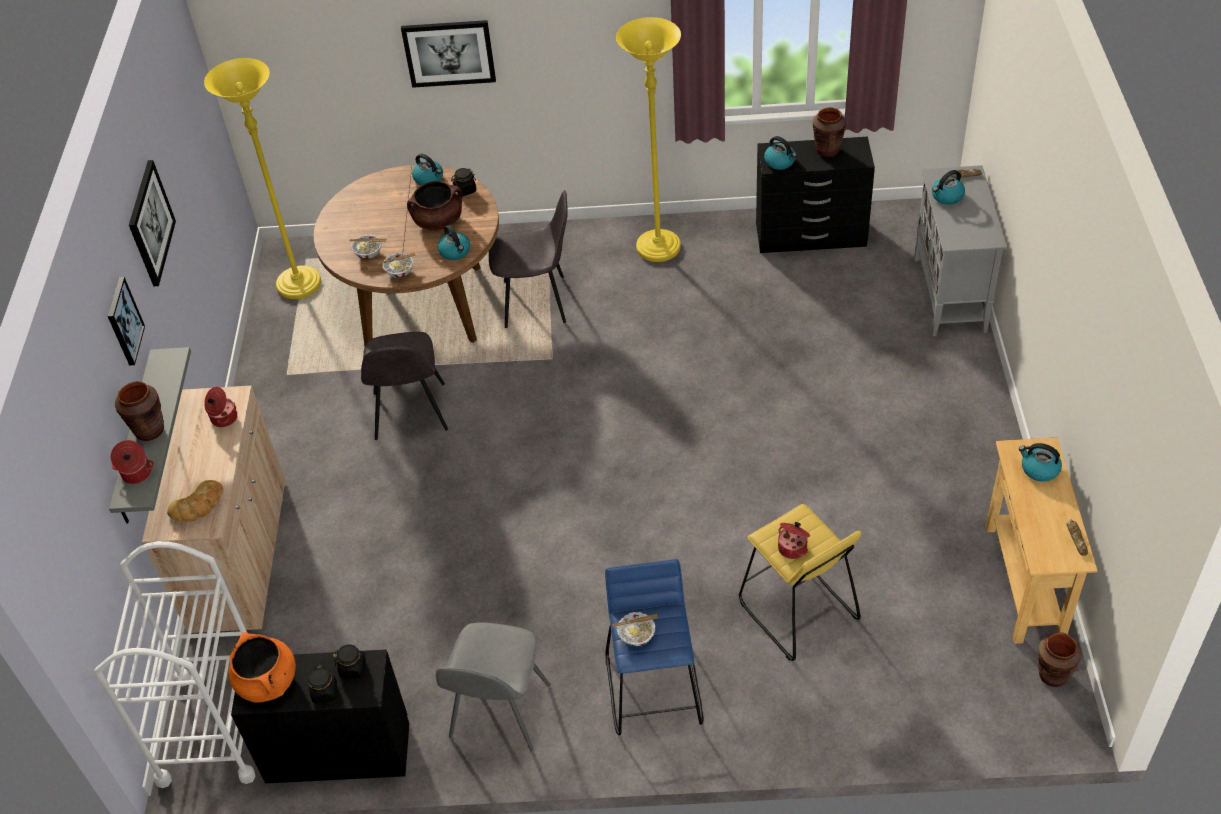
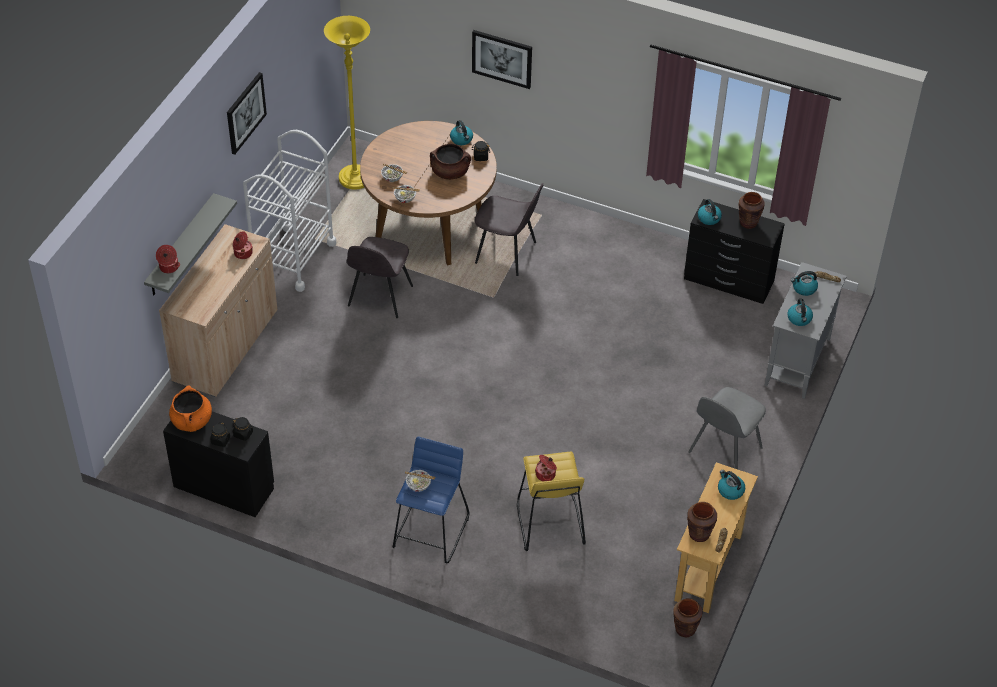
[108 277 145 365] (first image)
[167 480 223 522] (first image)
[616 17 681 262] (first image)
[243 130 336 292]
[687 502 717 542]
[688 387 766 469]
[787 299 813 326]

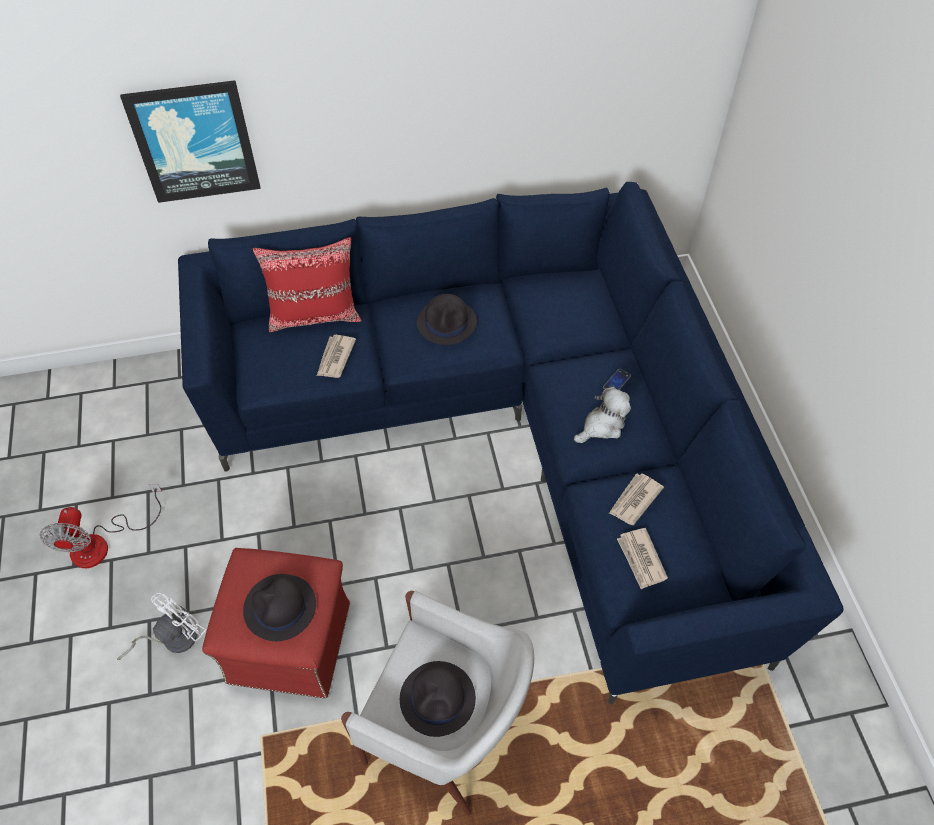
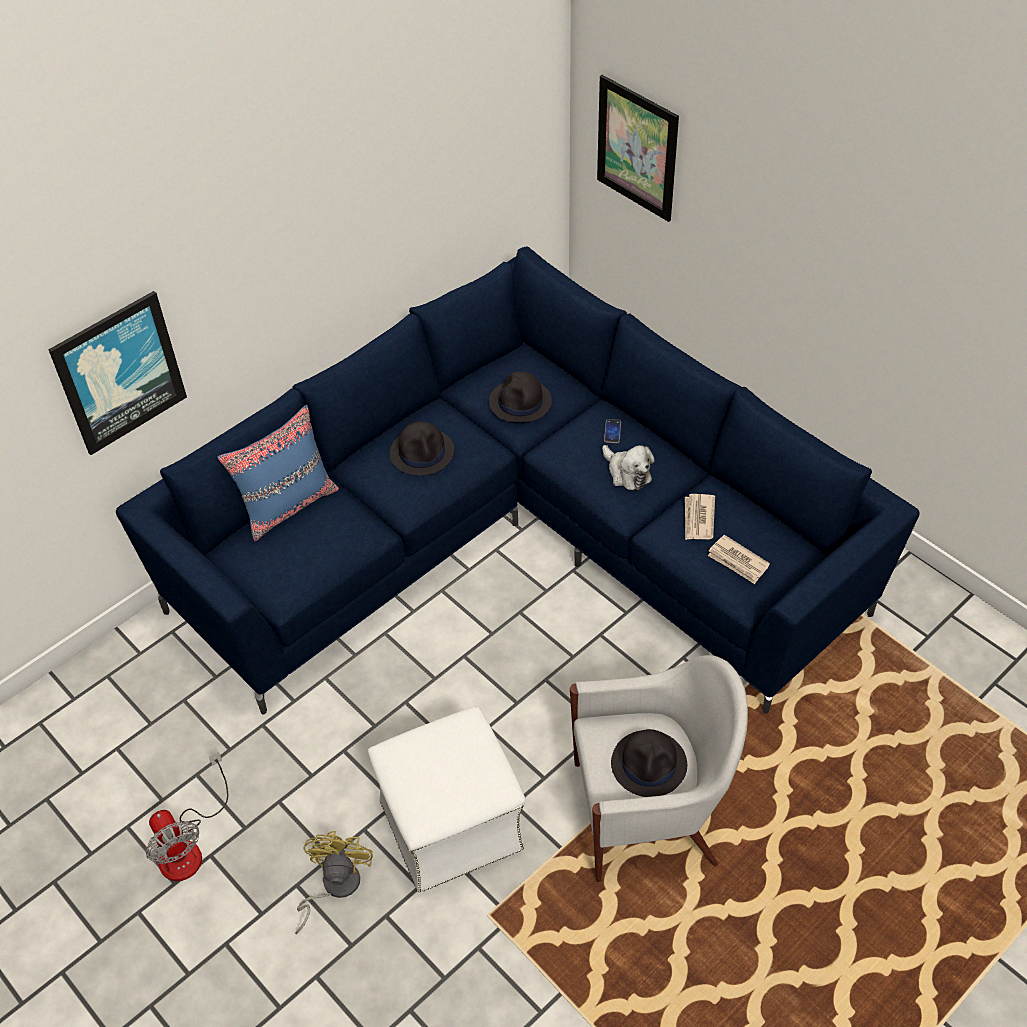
[317 335 356 378] (first image)
[597 75 679 222]
[489 371 552 422]
[295 831 373 934]
[368 706 525 892]
[217 405 339 541]
[602 445 655 490]

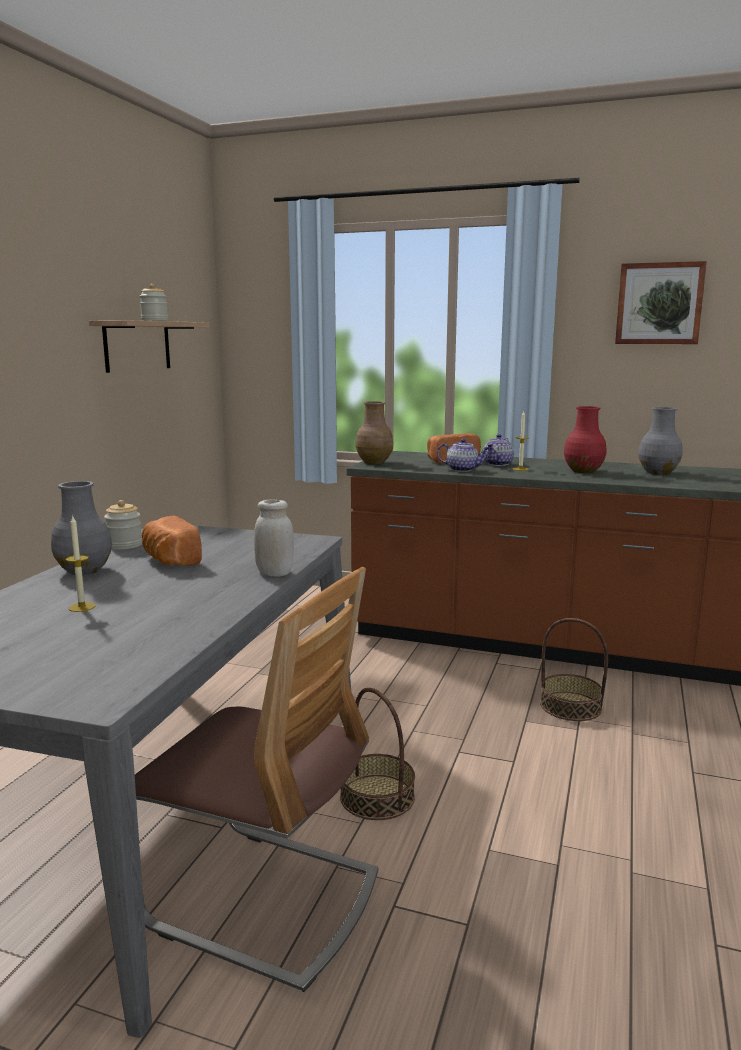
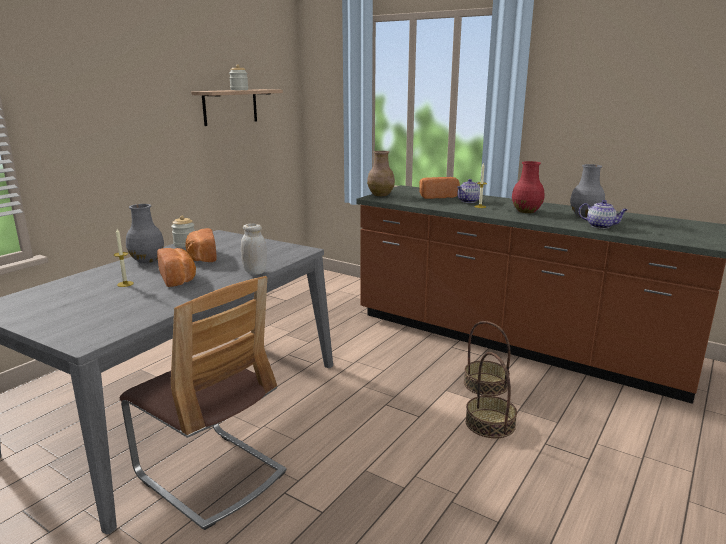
[615 261 707 344] (first image)
[157 248 196 287]
[465 352 517 438]
[579 200 628 229]

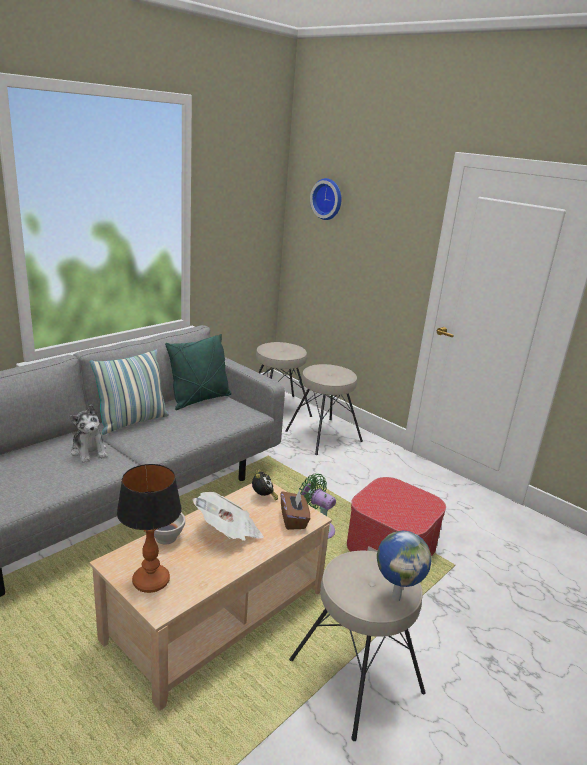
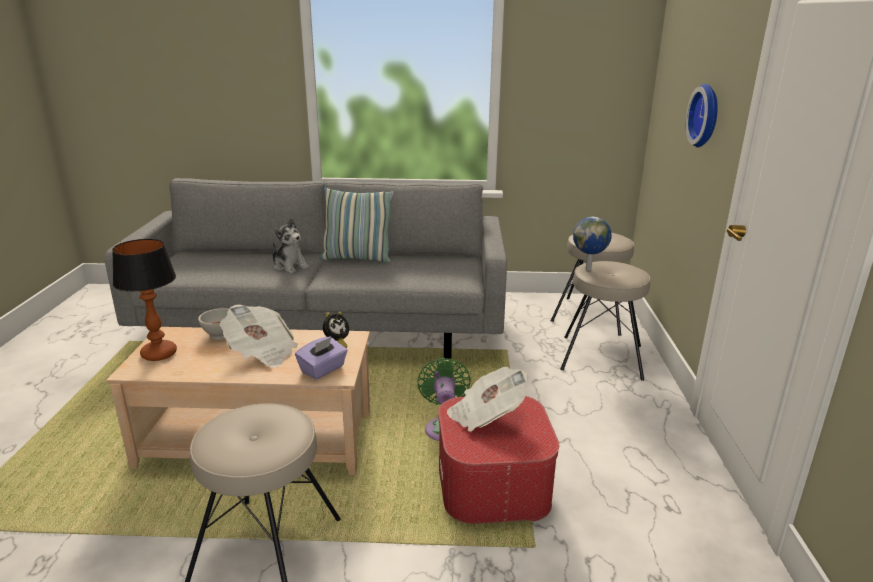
[165 334 232 410] (first image)
[447 367 528 432]
[686 84 718 147]
[573 217 612 270]
[295 337 348 379]
[273 218 309 273]

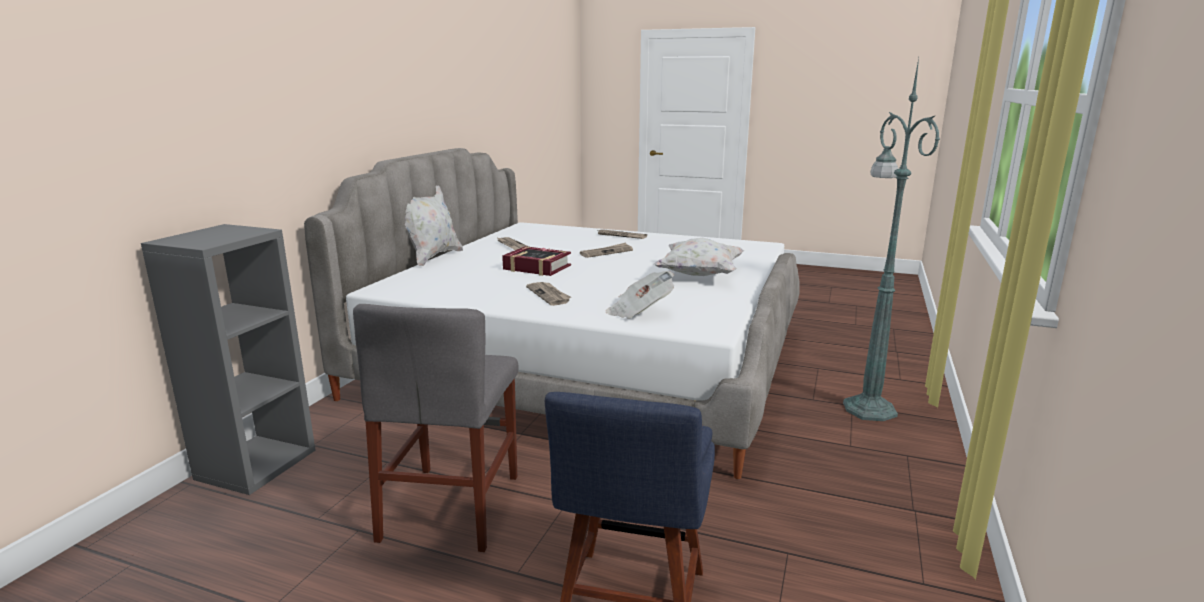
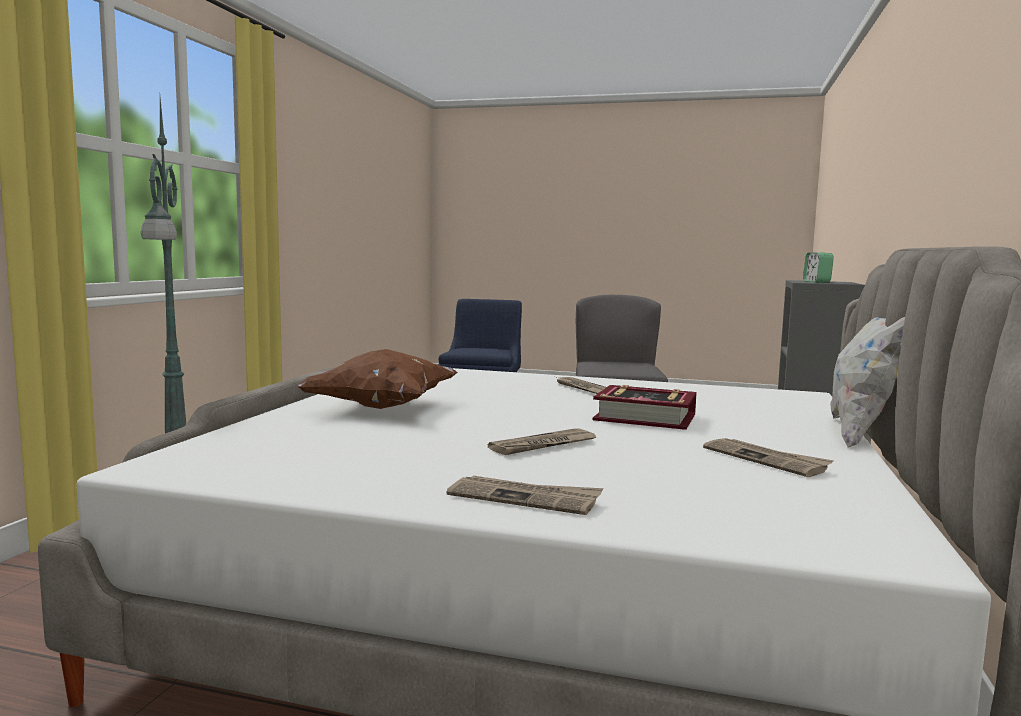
[606 271 674 319] (first image)
[803 252 834 283]
[298 349 458 409]

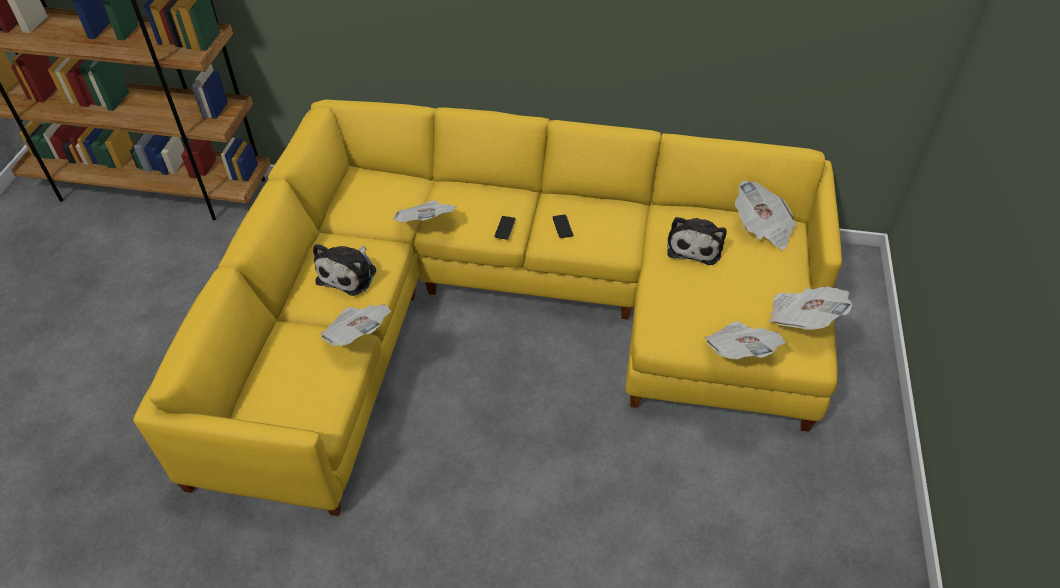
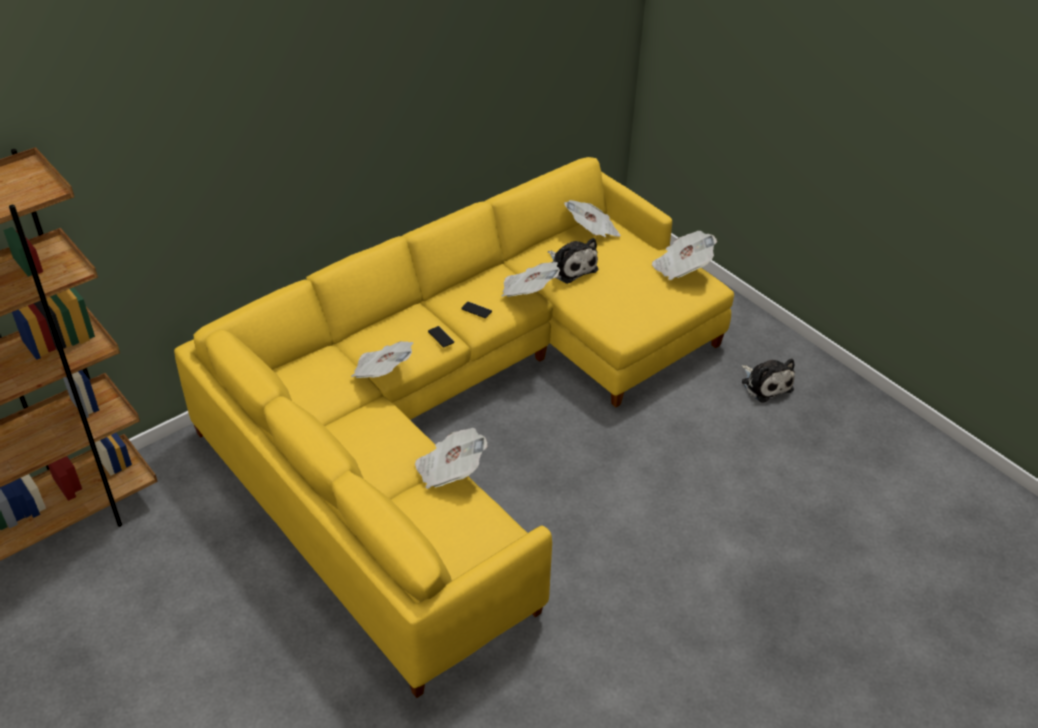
[742 359 795 403]
[501 262 560 297]

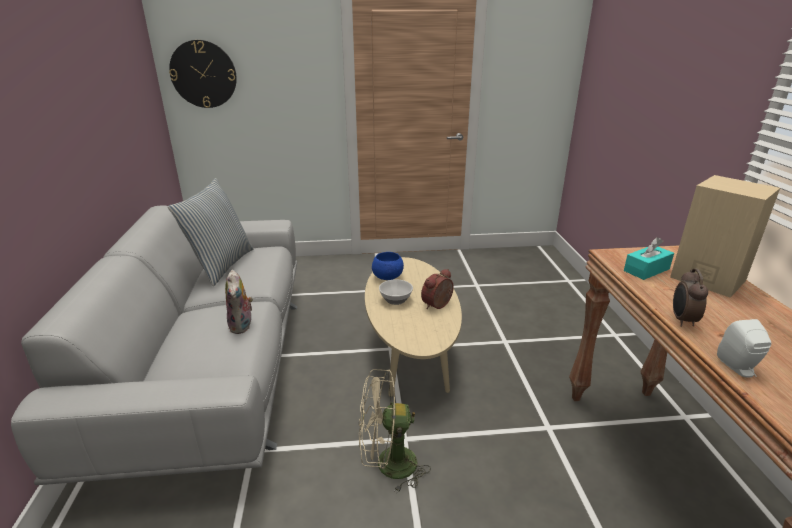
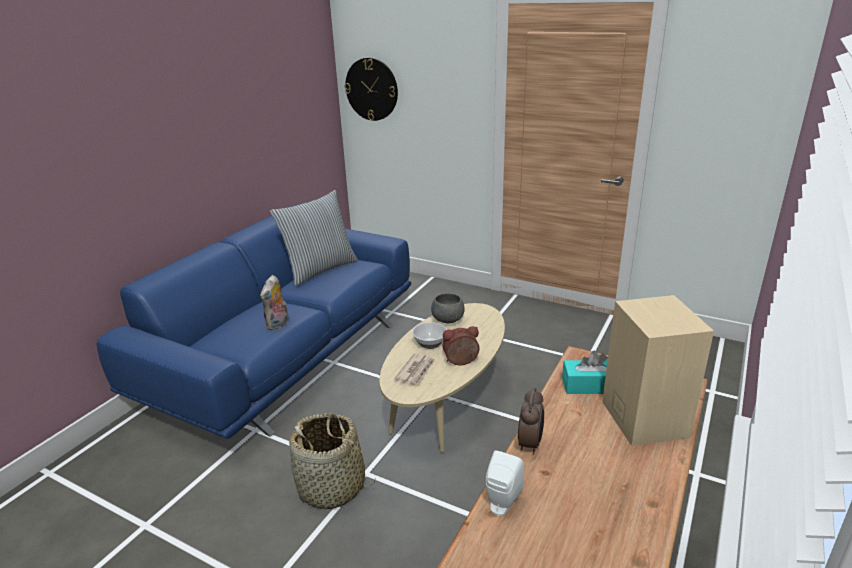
[394 353 435 385]
[289 413 376 509]
[97 206 411 439]
[431 293 465 324]
[518 388 544 454]

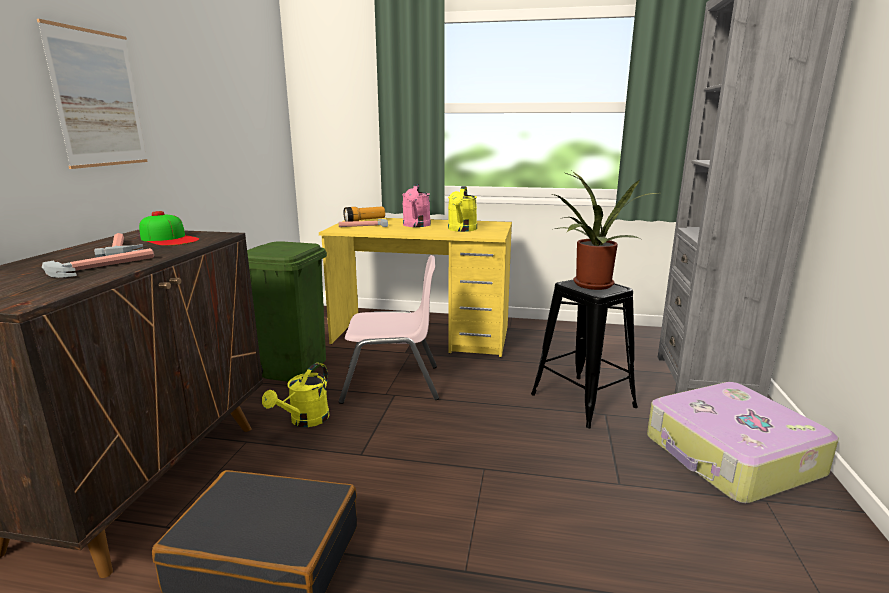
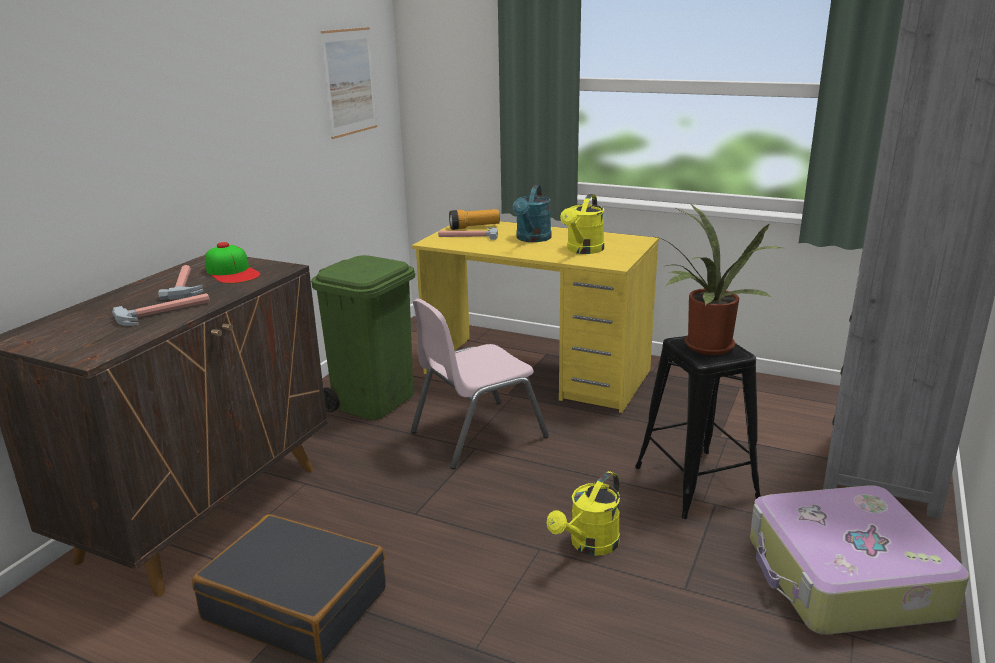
[321 27 377 139]
[547 471 620 556]
[512 185 552 242]
[411 299 549 469]

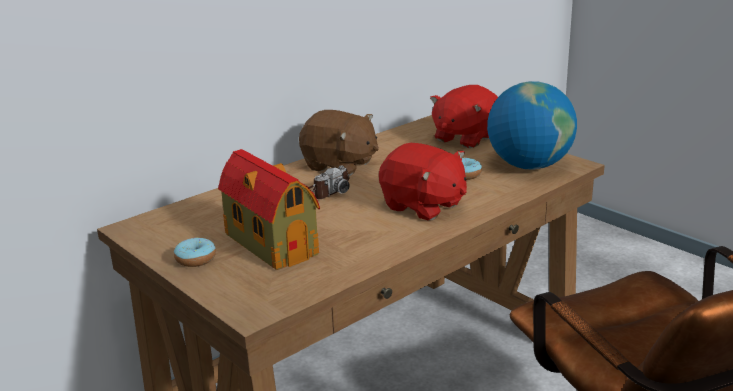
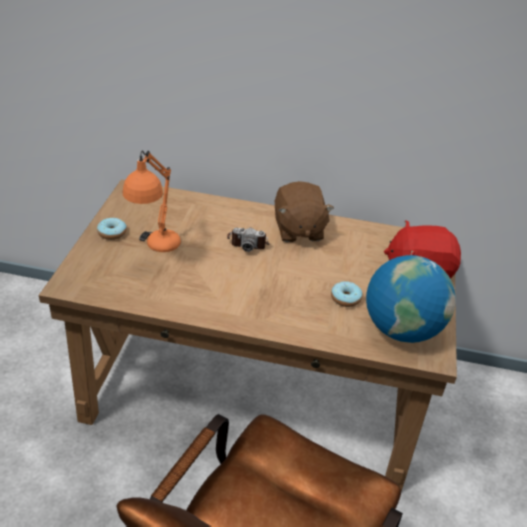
[379 143 467 220] (first image)
[123 150 181 252]

